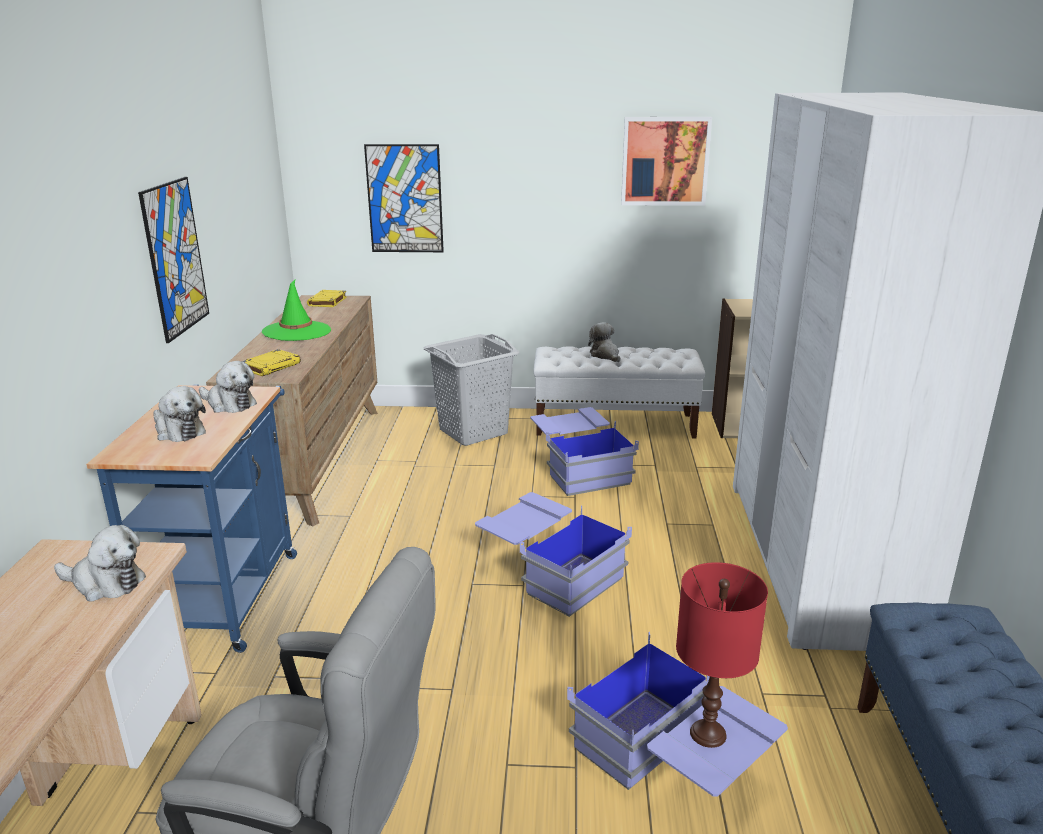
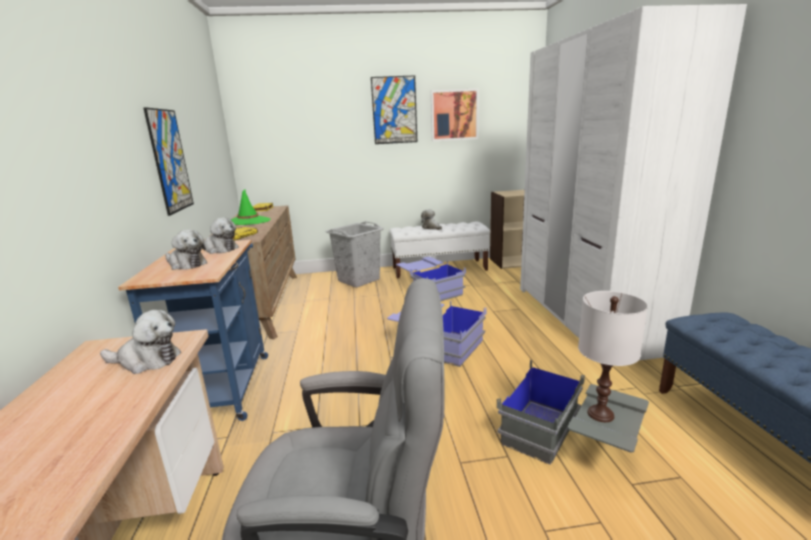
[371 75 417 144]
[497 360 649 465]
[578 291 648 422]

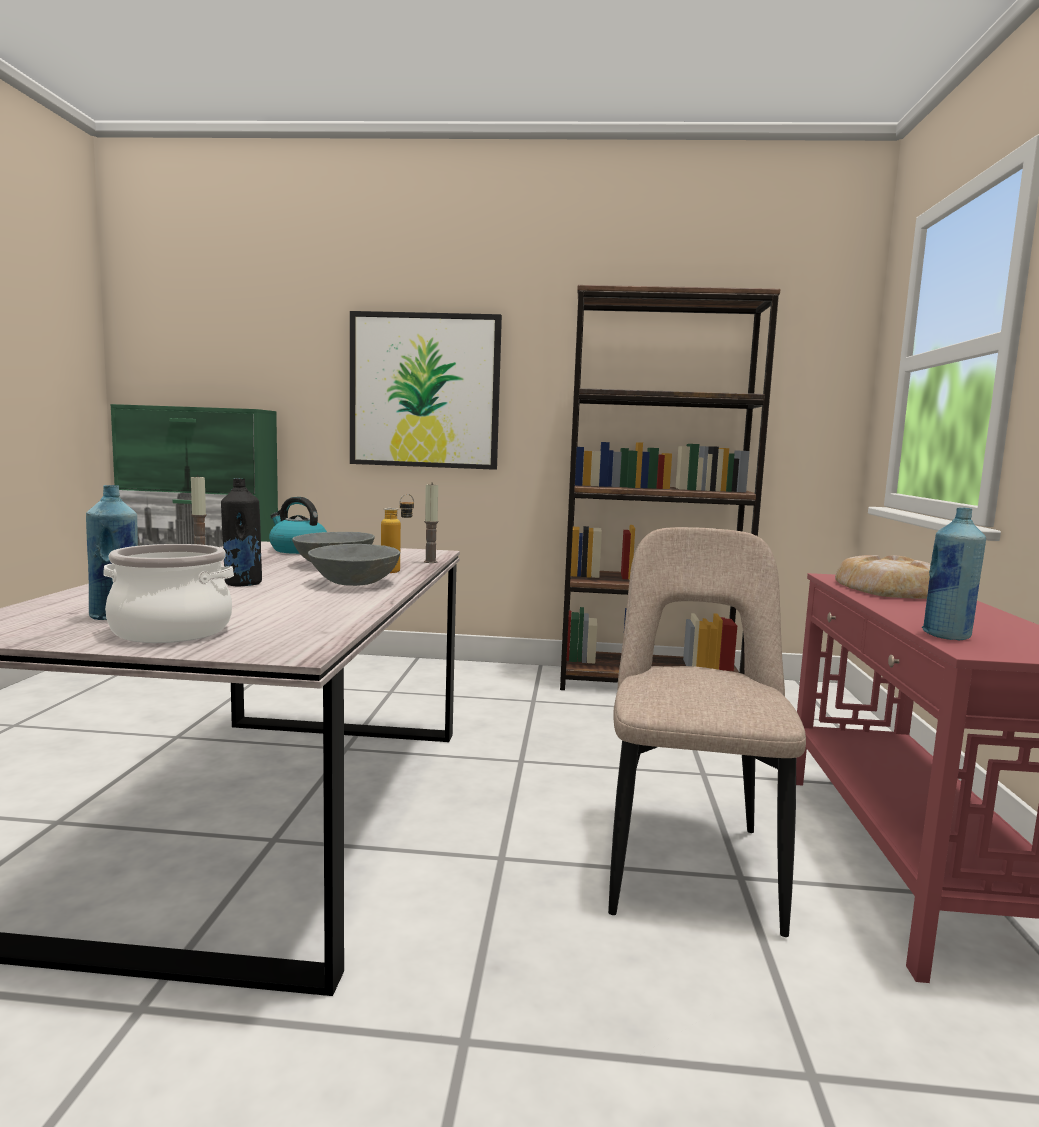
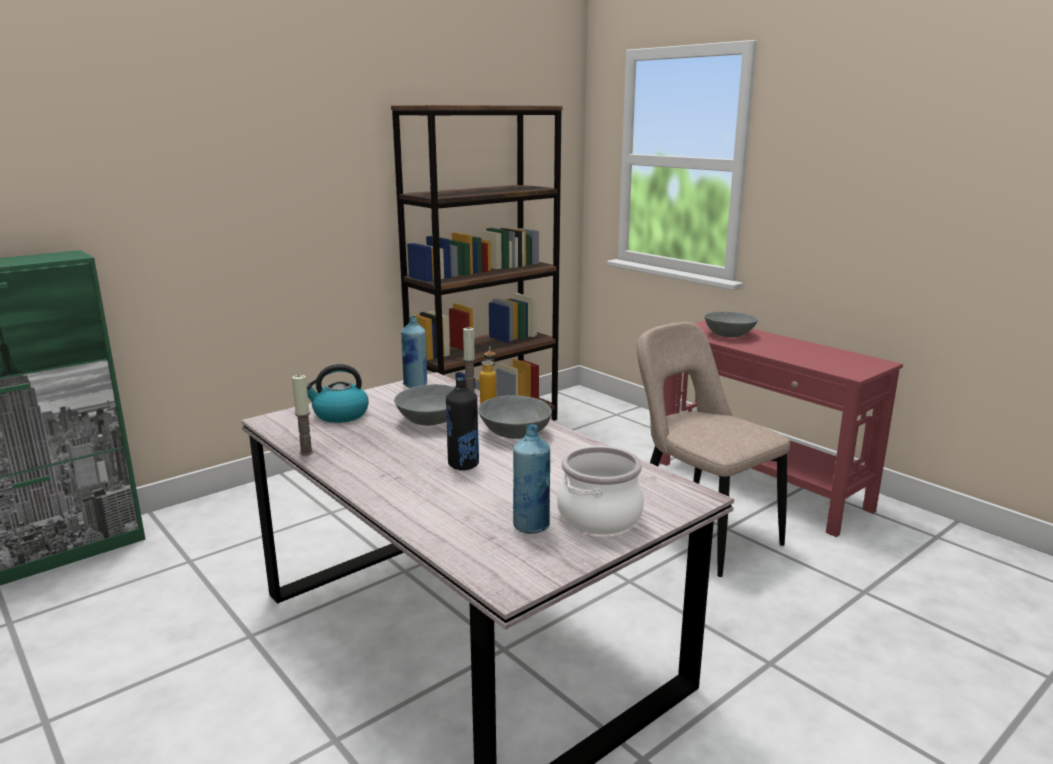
[350 311 502 470] (first image)
[401 315 427 388]
[704 312 758 337]

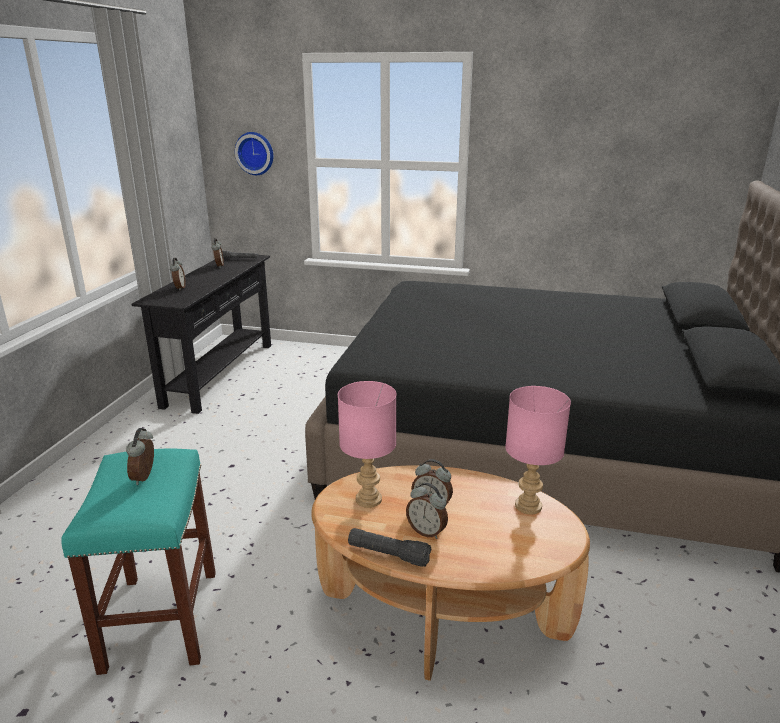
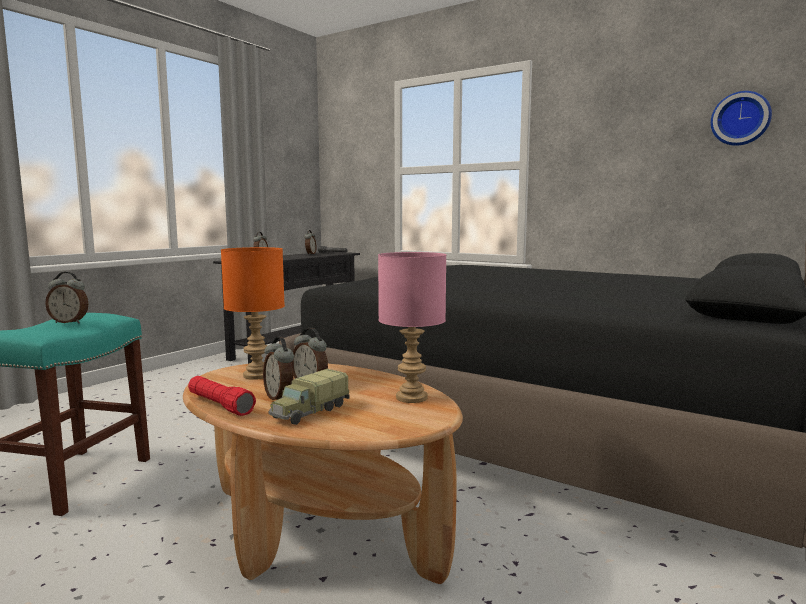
[268 369 350 425]
[711 91 772 146]
[221 247 285 380]
[188 376 256 416]
[45 272 89 323]

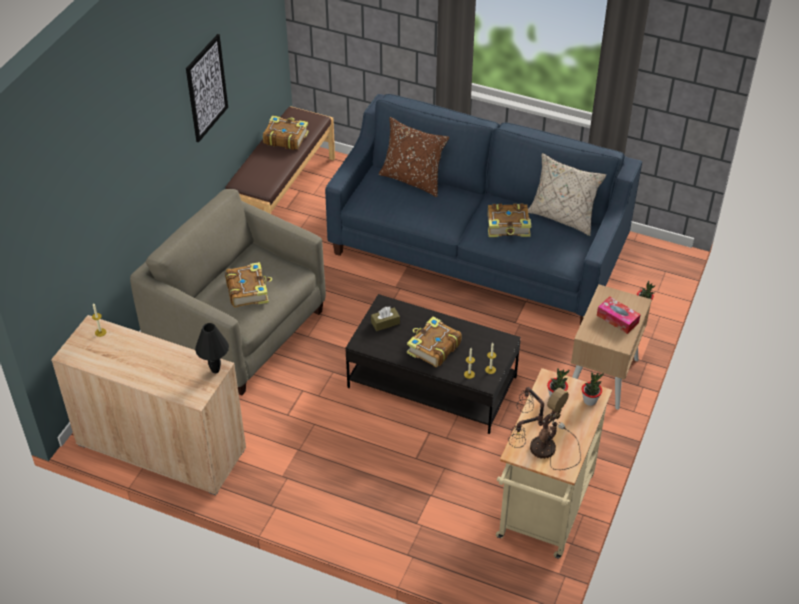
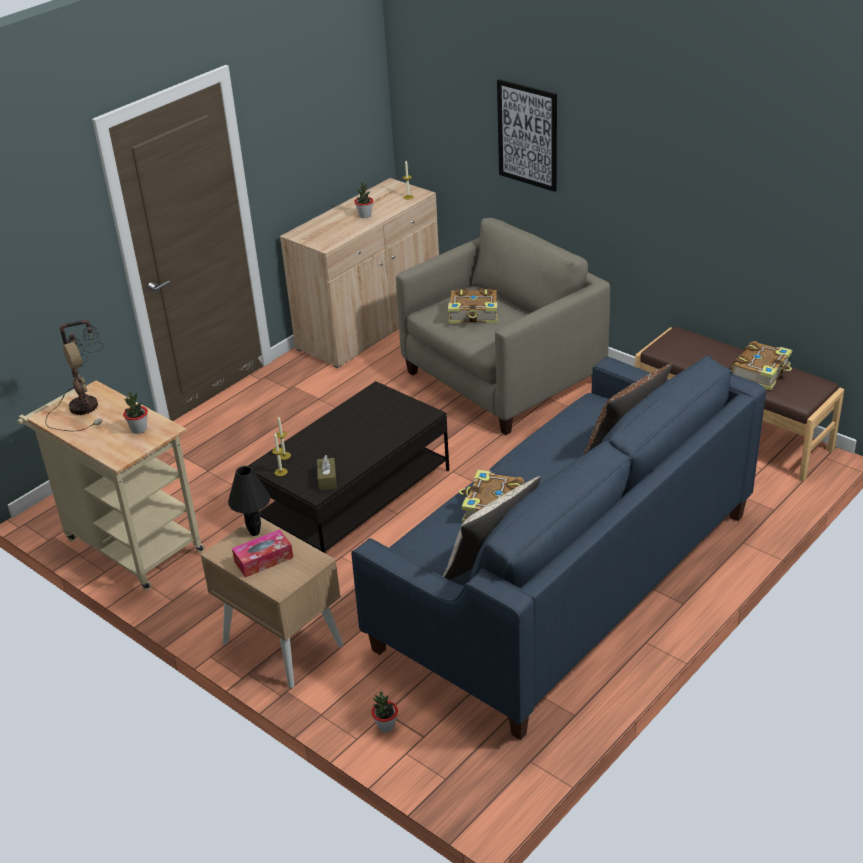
[407 316 462 367] (first image)
[497 79 557 192]
[228 466 270 536]
[317 455 337 490]
[354 182 373 218]

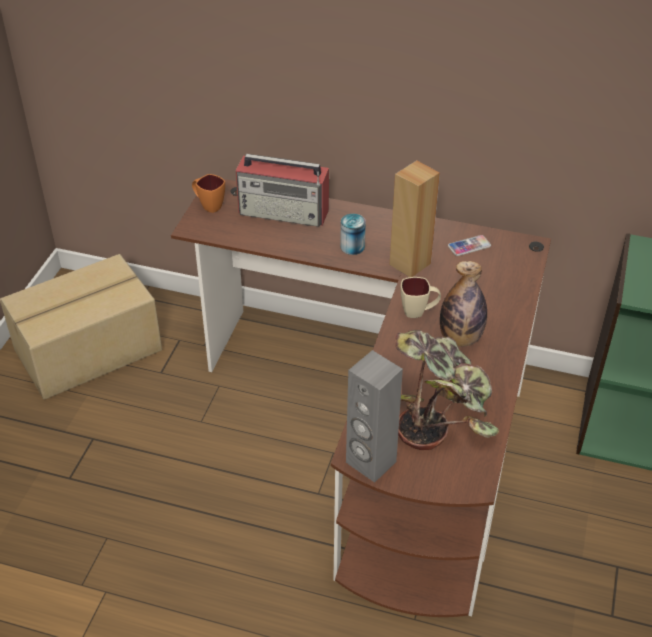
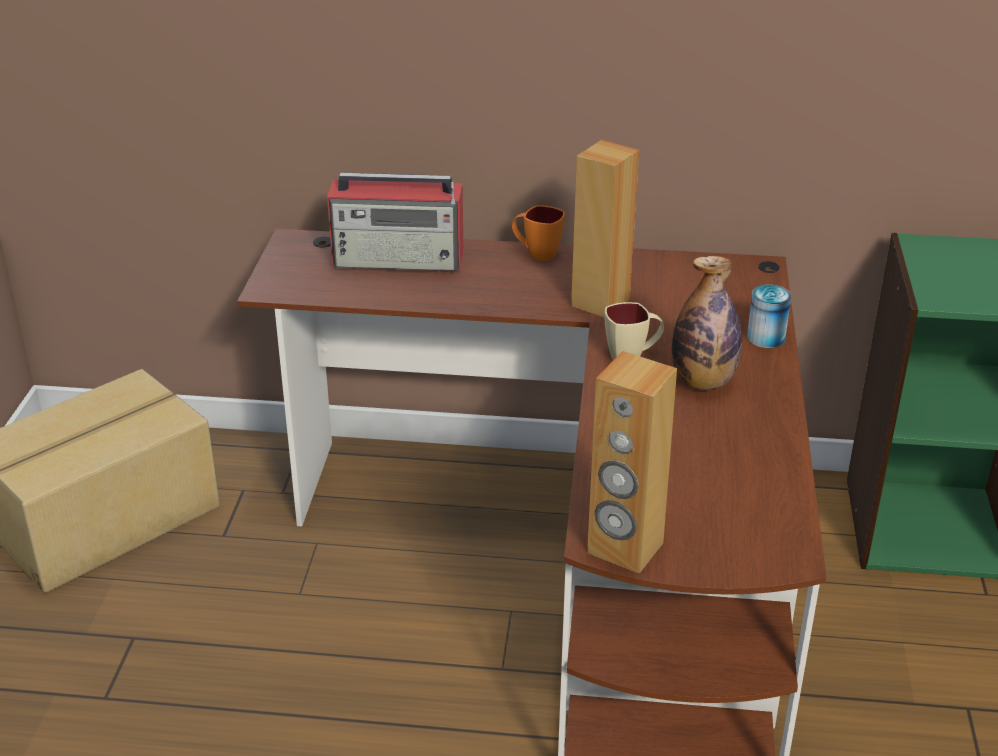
[395 330 499 450] (first image)
[448 235 491 256] (first image)
[512 205 565 261]
[747 285 791 348]
[587 351 677 574]

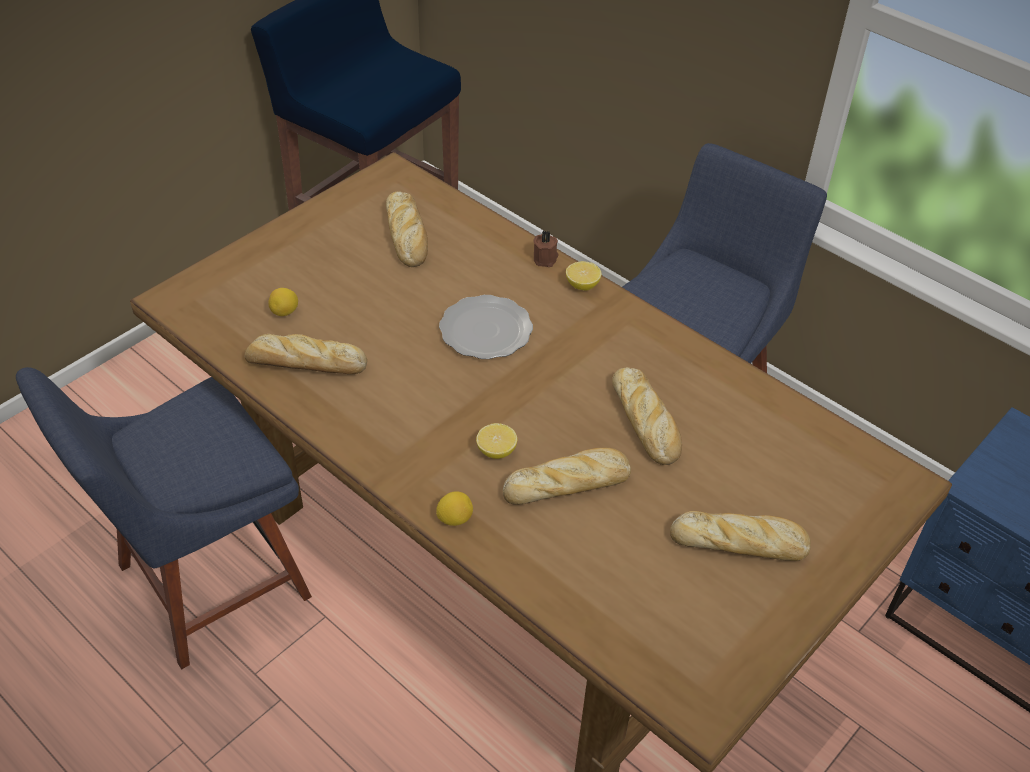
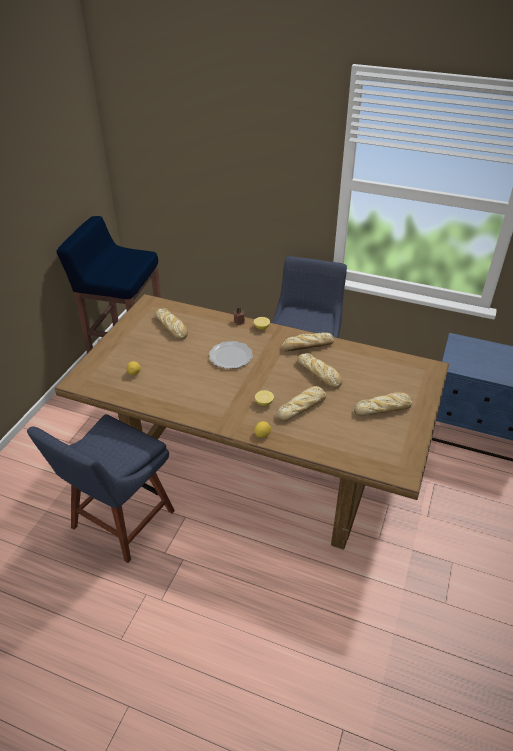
[282 332 334 351]

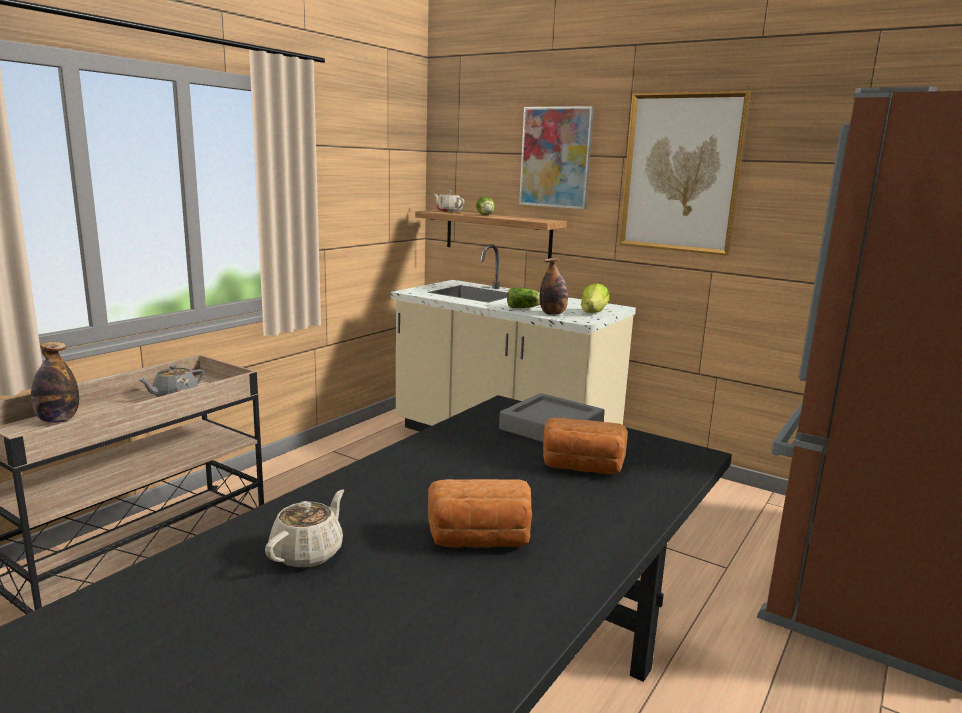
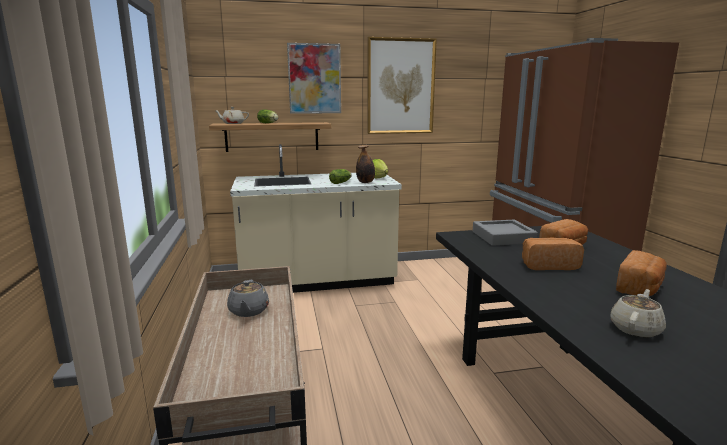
[31 342 79 423] (first image)
[522 237 584 270]
[611 289 666 338]

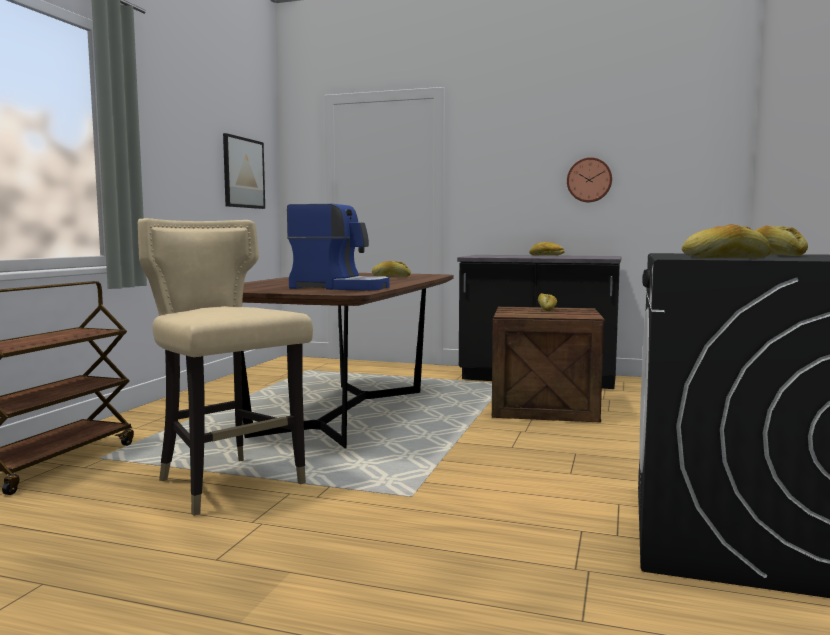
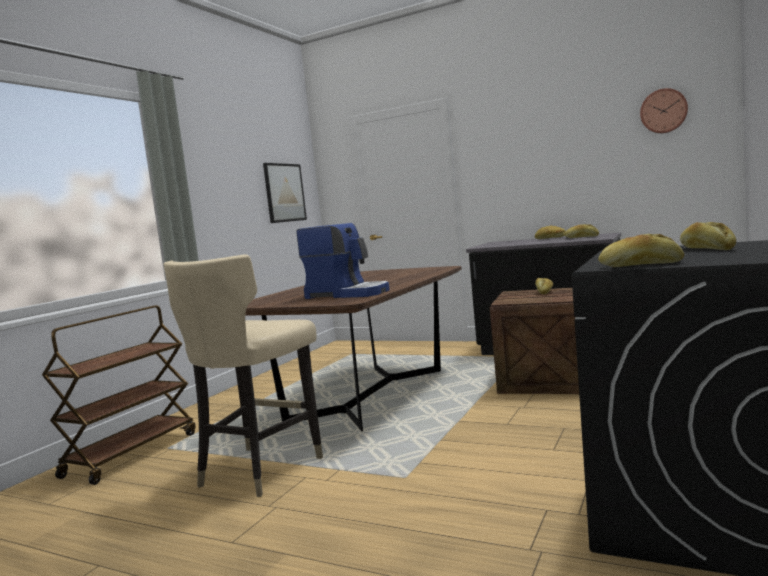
[564 224 599 238]
[640 88 688 133]
[163 254 323 497]

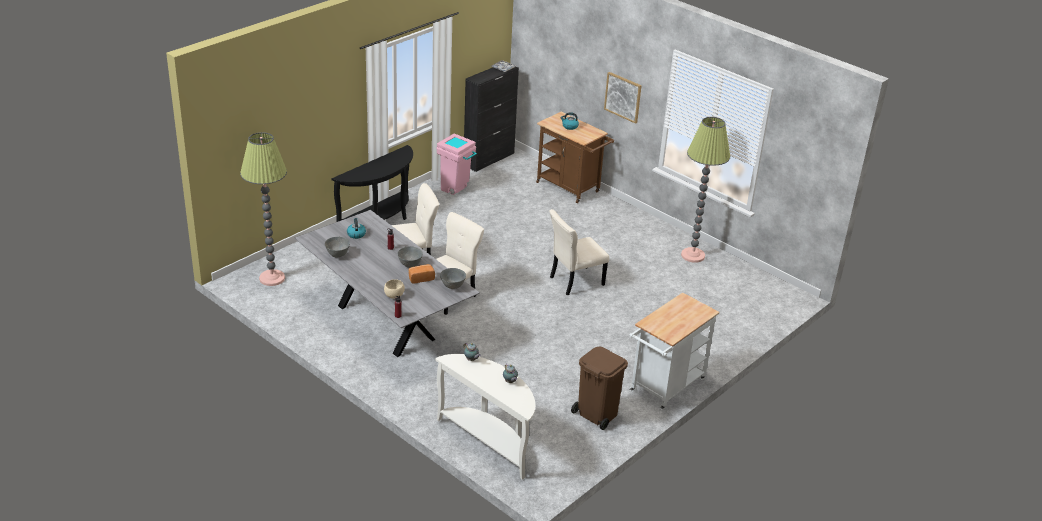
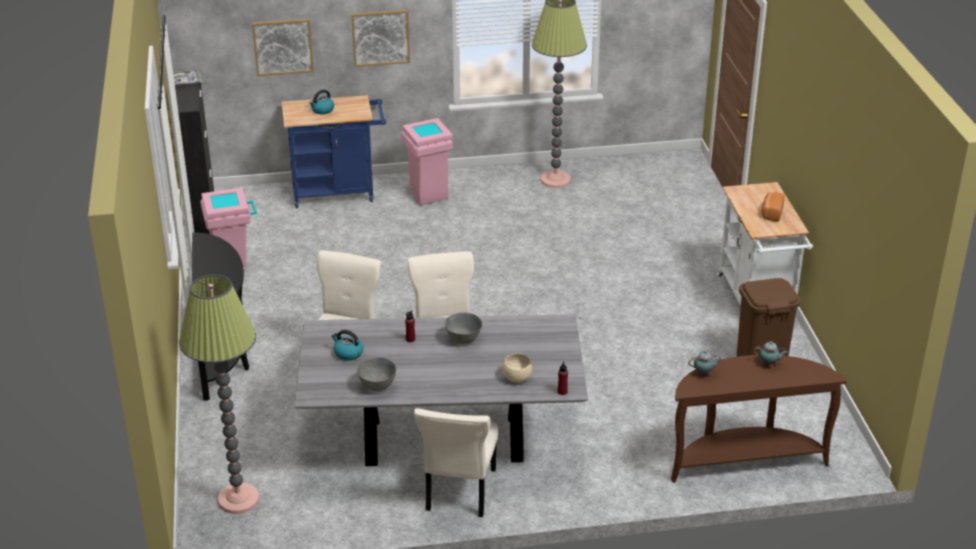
[440 268 466 289] (first image)
[252 19 314 76]
[401 118 453 205]
[761 192 785 222]
[414 408 498 517]
[671 355 847 483]
[282 95 386 208]

